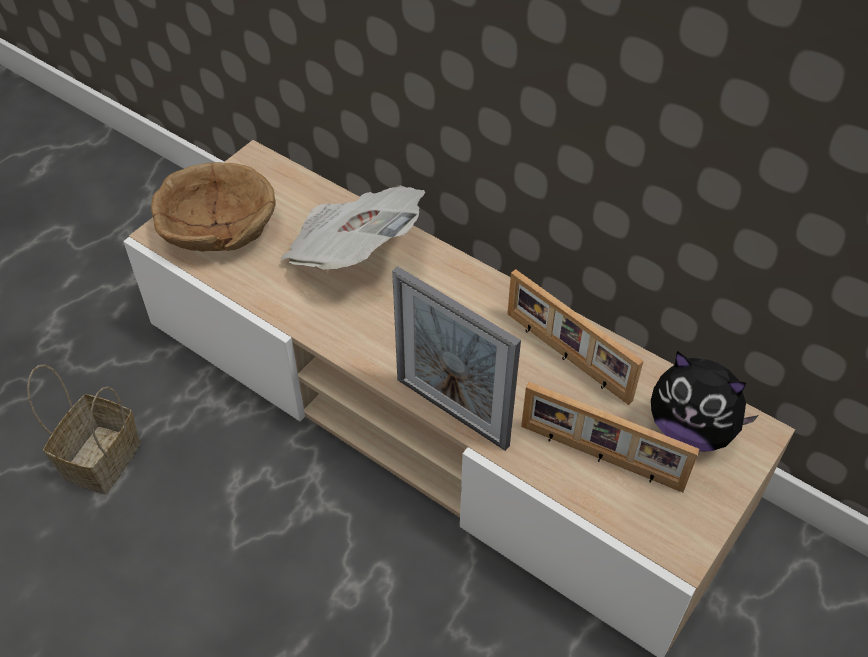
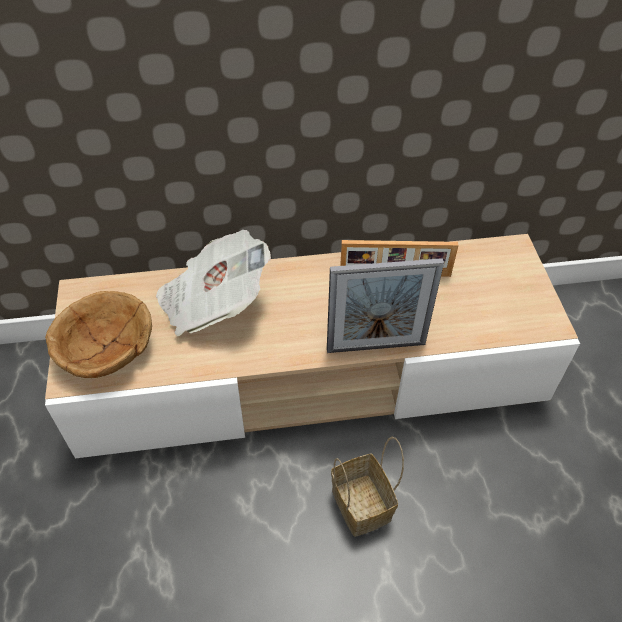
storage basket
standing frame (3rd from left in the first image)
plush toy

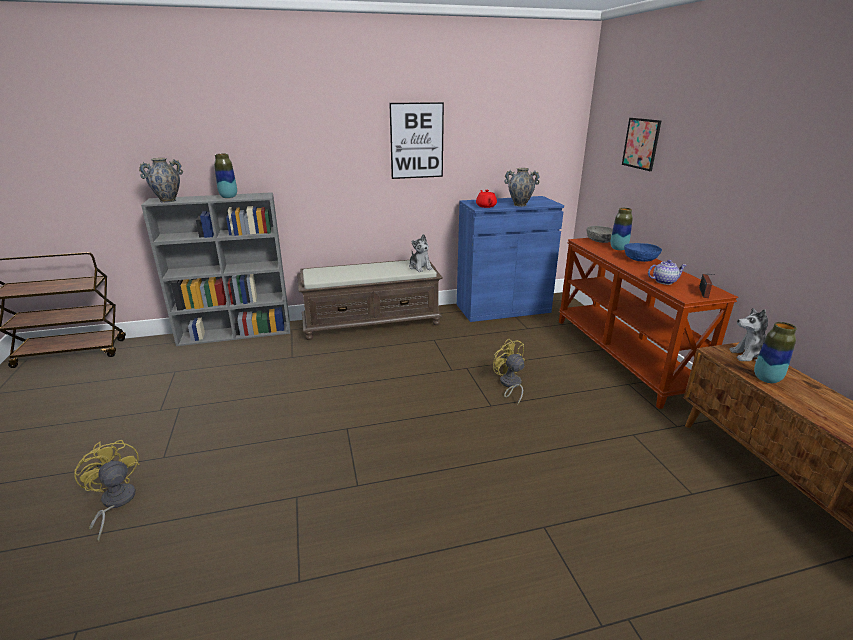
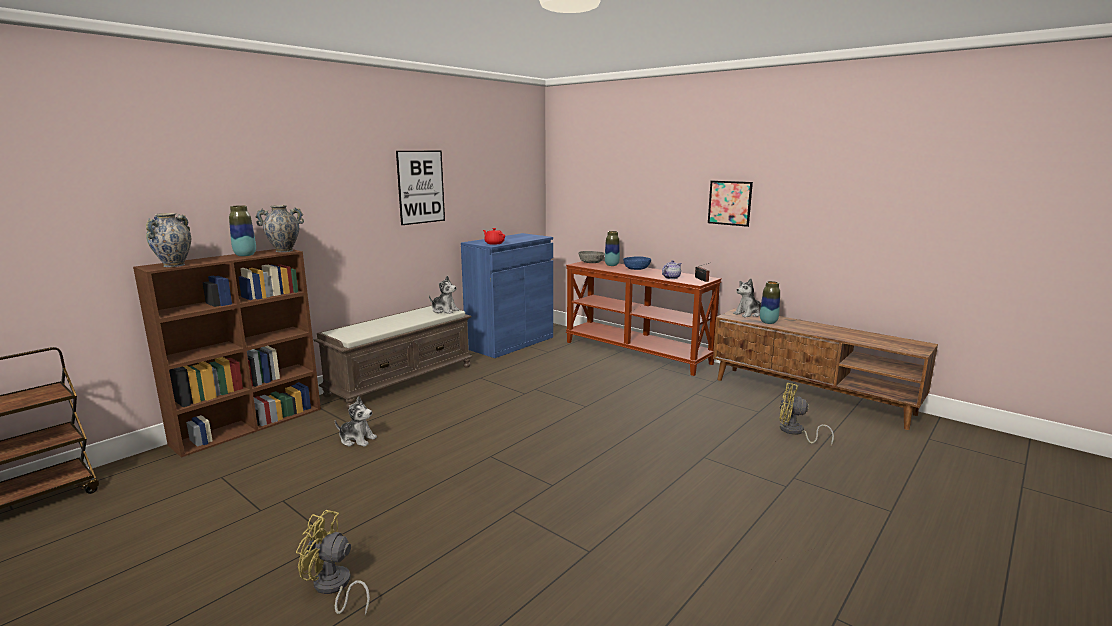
brownish shelving unit
yellow-coloured cooling fan (2nd from left)
flower vase (3rd from left)
picture (2nd from left)
plush toy (1st from left)

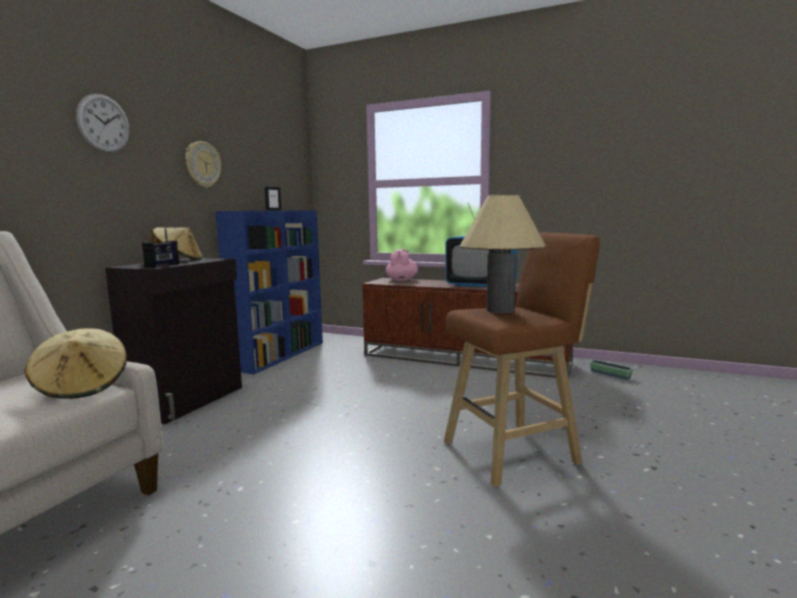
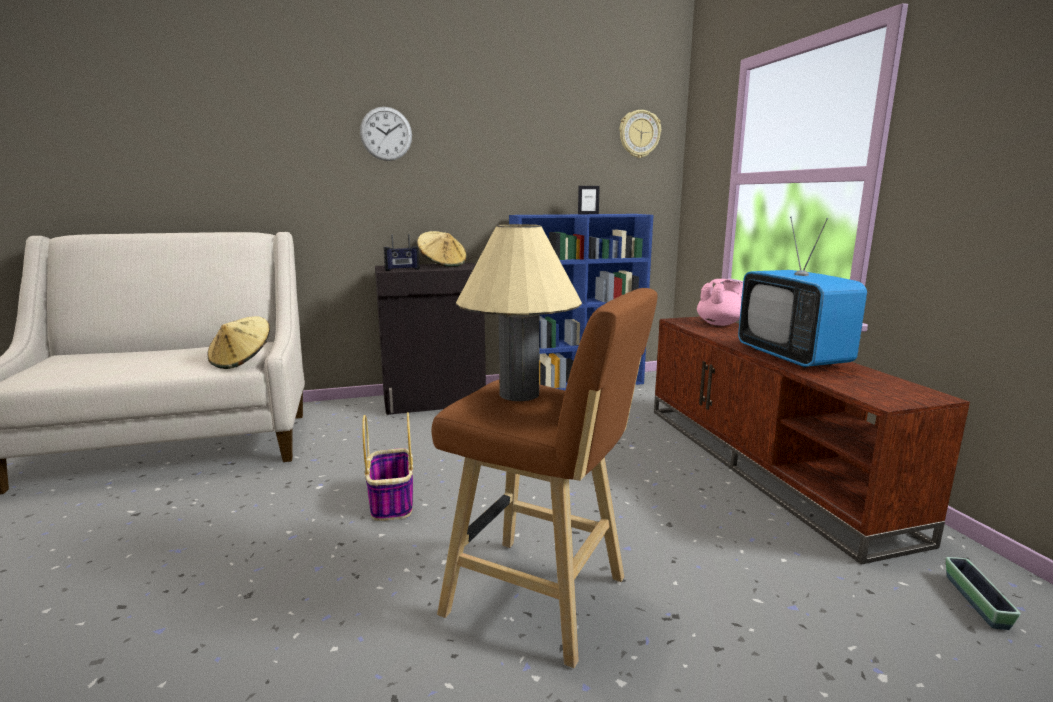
clock on the wall (2nd from left)
storage basket

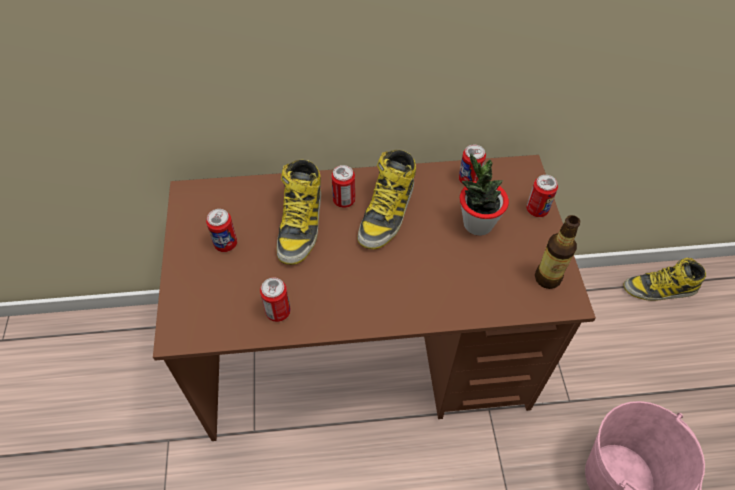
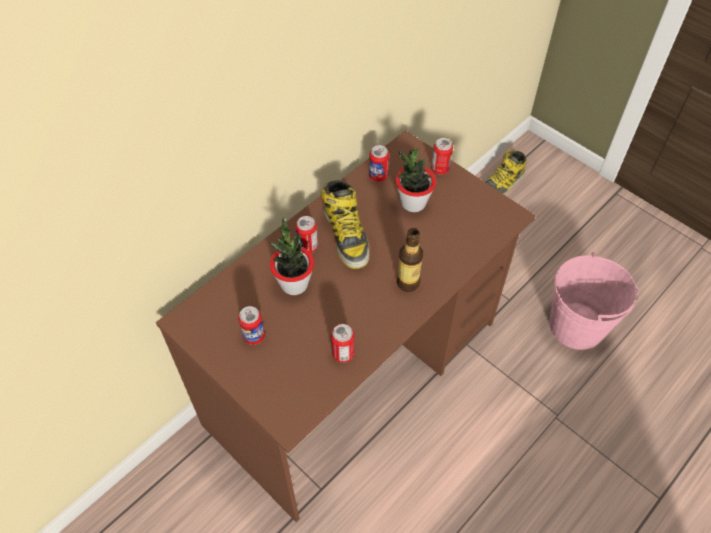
potted plant (1st from left)
bottle

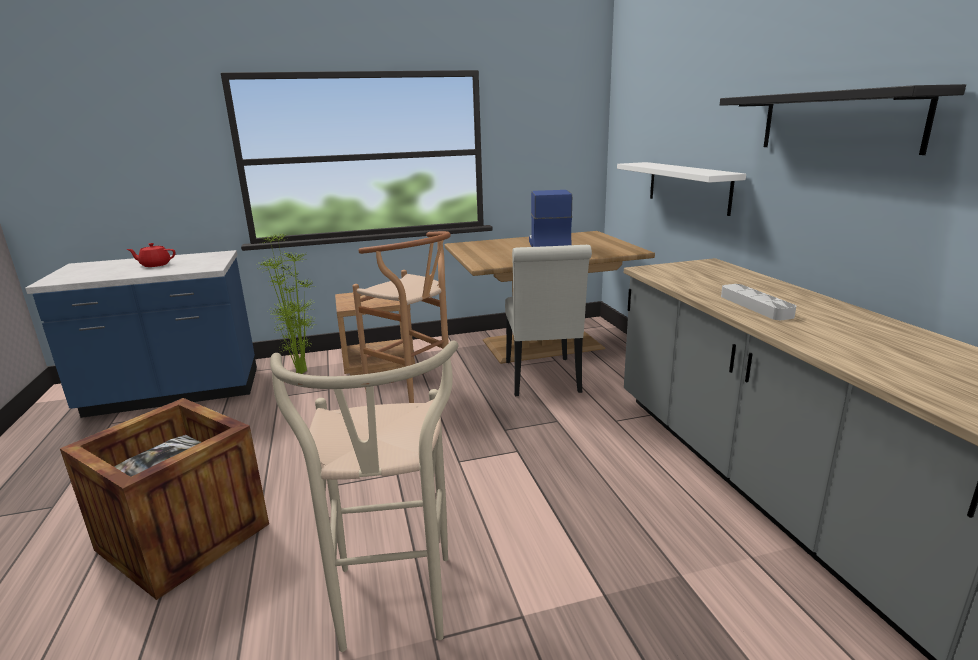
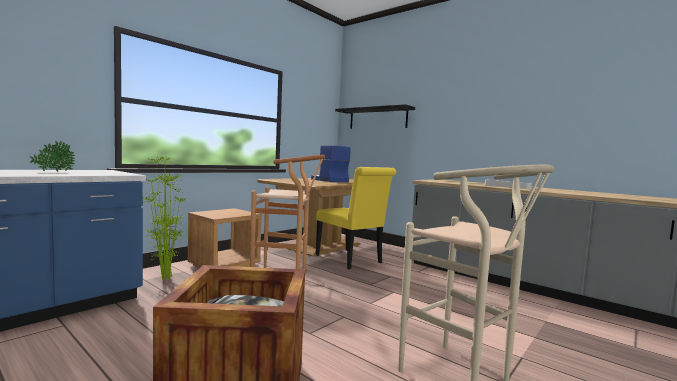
potted plant (1st from left)
yellow-coloured plain chair
whitish shelf
blackish shelf

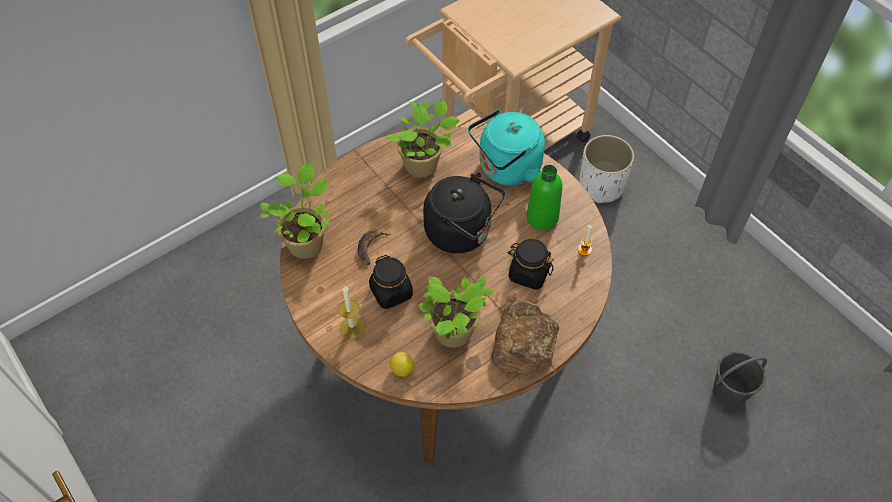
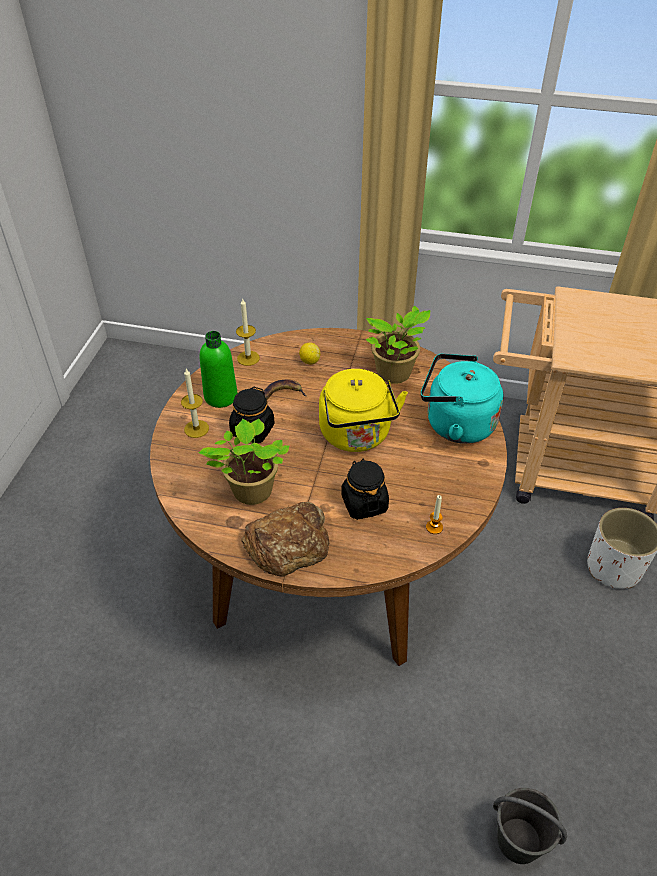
candle (2nd from left)
citrus fruit
yellow-coloured kettle
greenish bottle

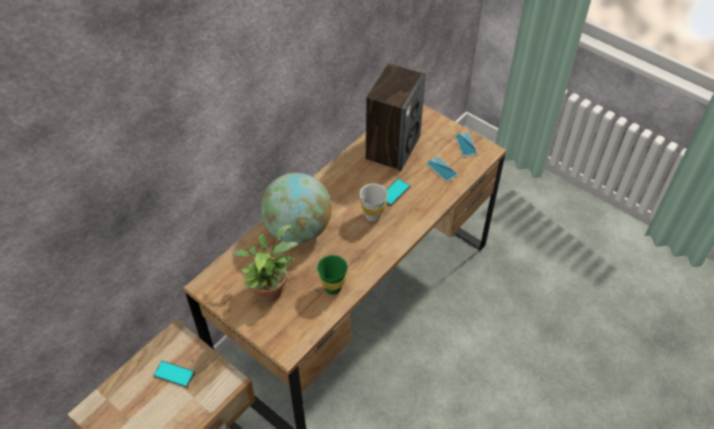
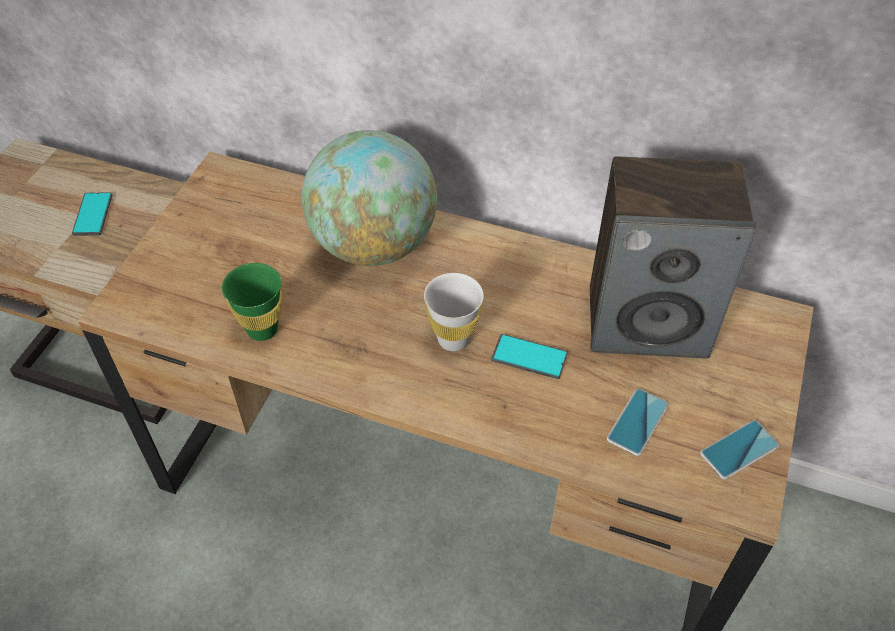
potted plant

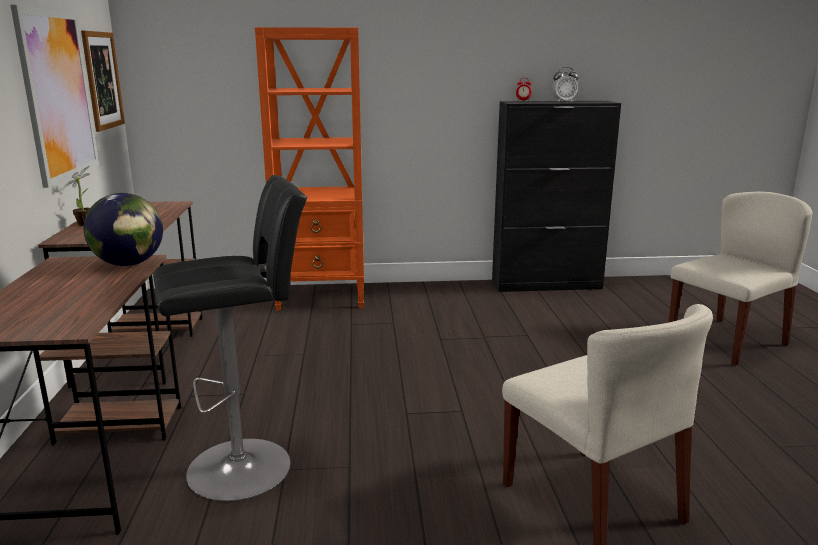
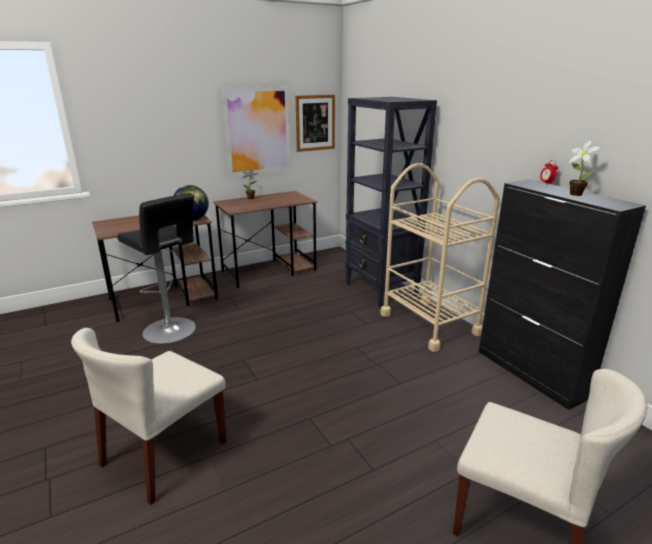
blackish shelving unit
potted plant (2nd from left)
sand-coloured cart

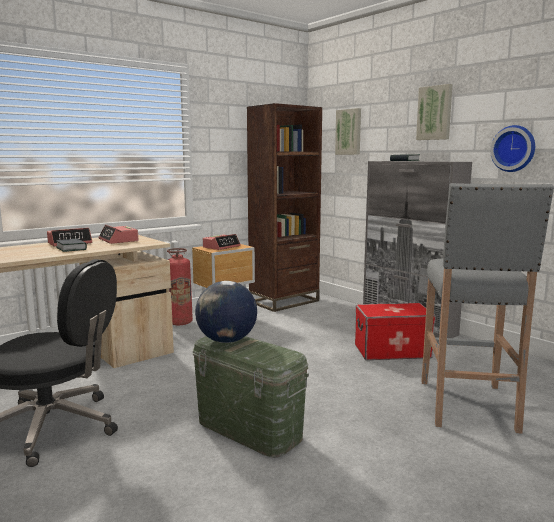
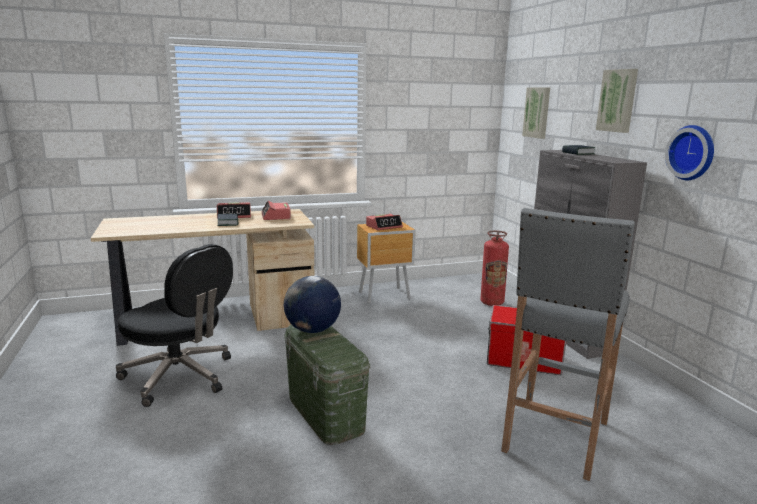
fire-fighting cylinder
brownish shelving unit

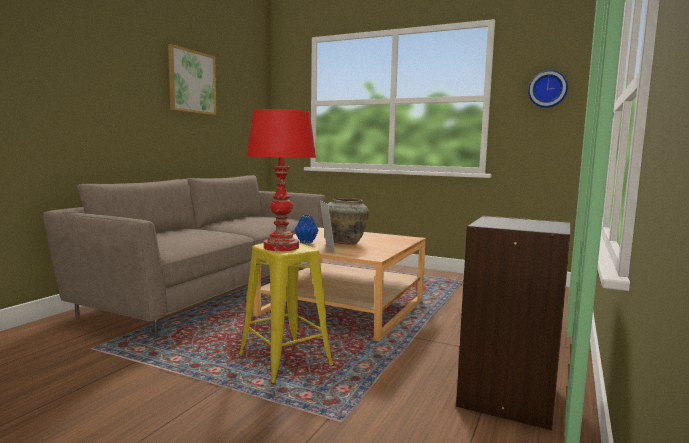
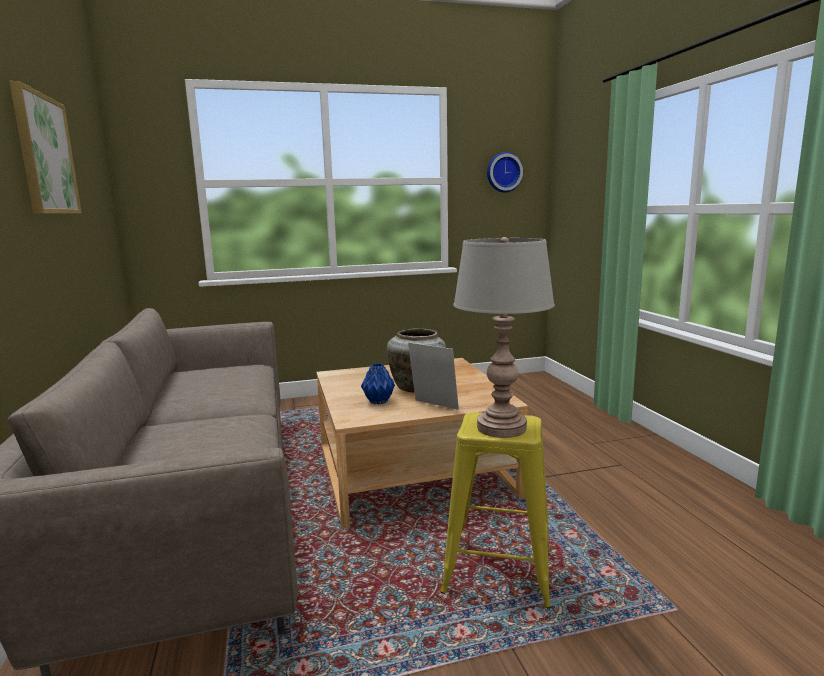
greyish lamp for a table
greyish shelving unit

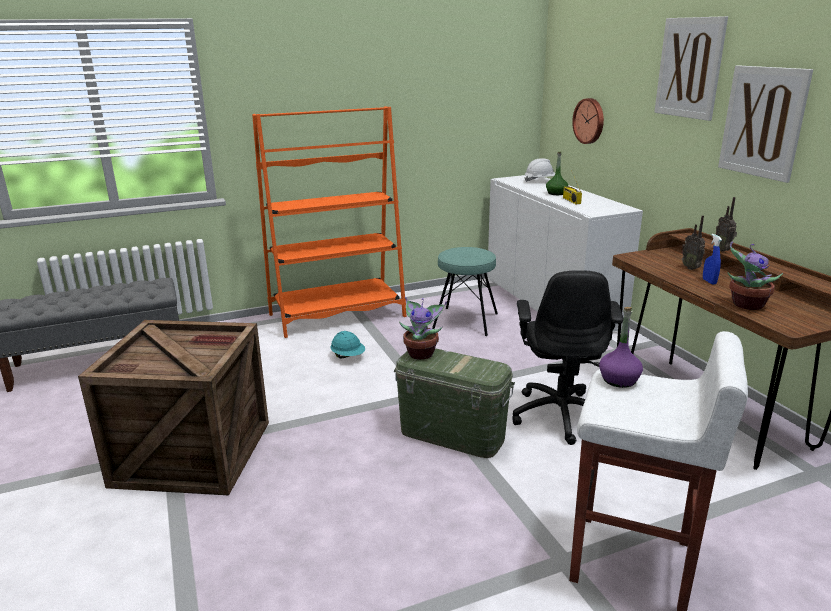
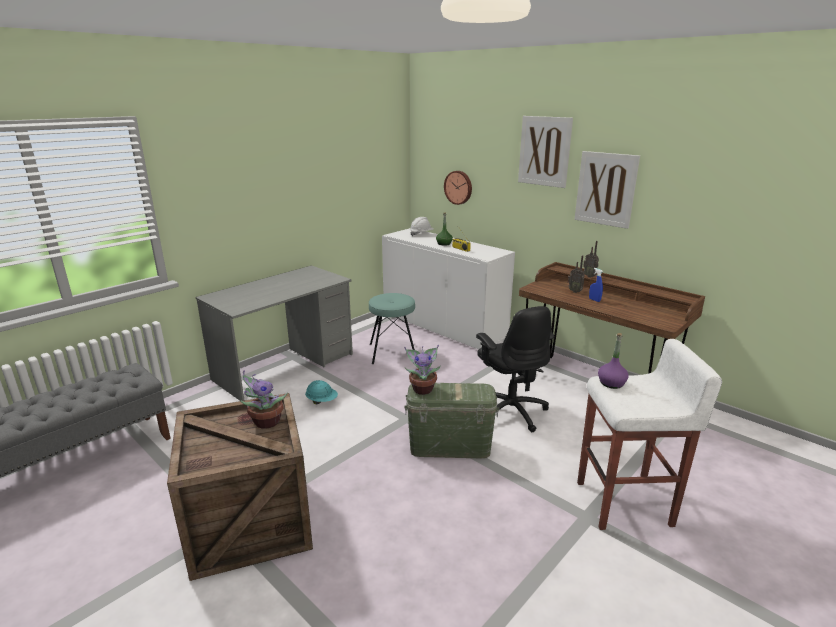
greyish desk table
potted plant (1st from left)

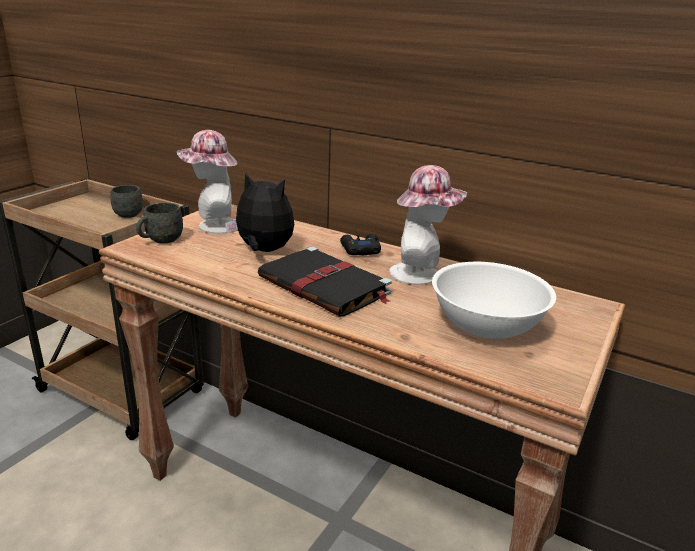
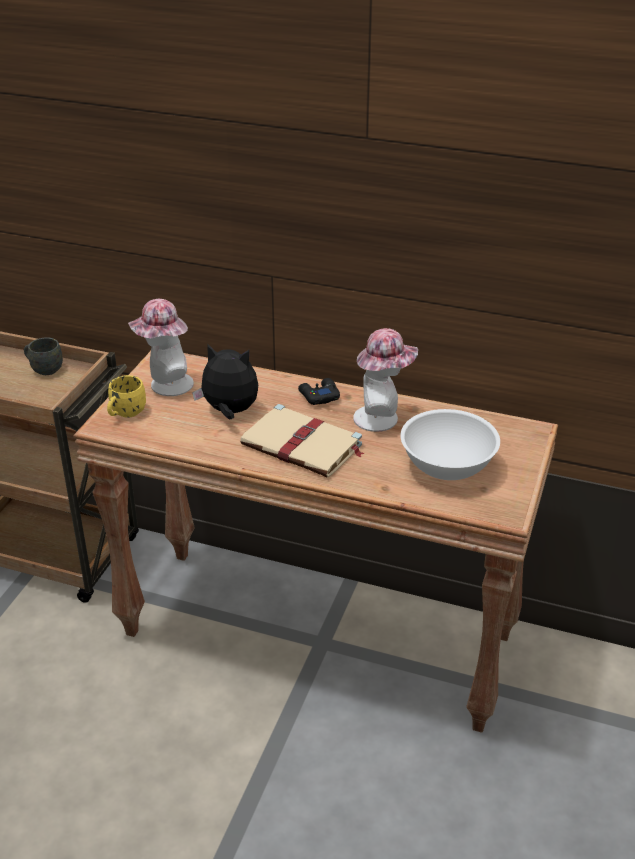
yellow-coloured mug
sand-coloured book

